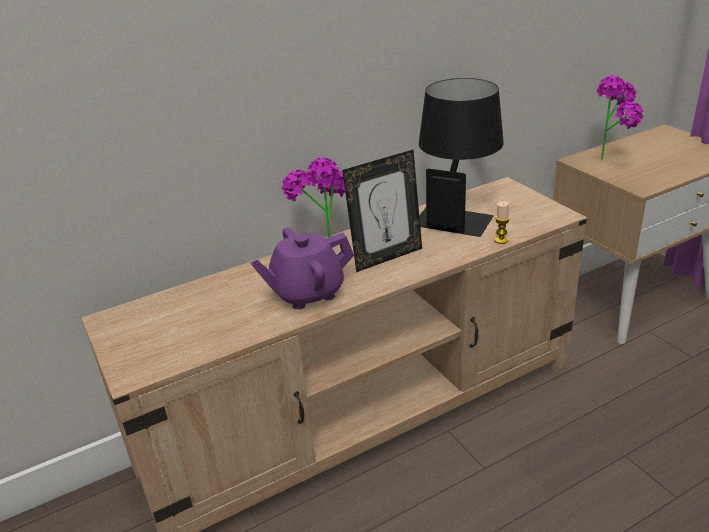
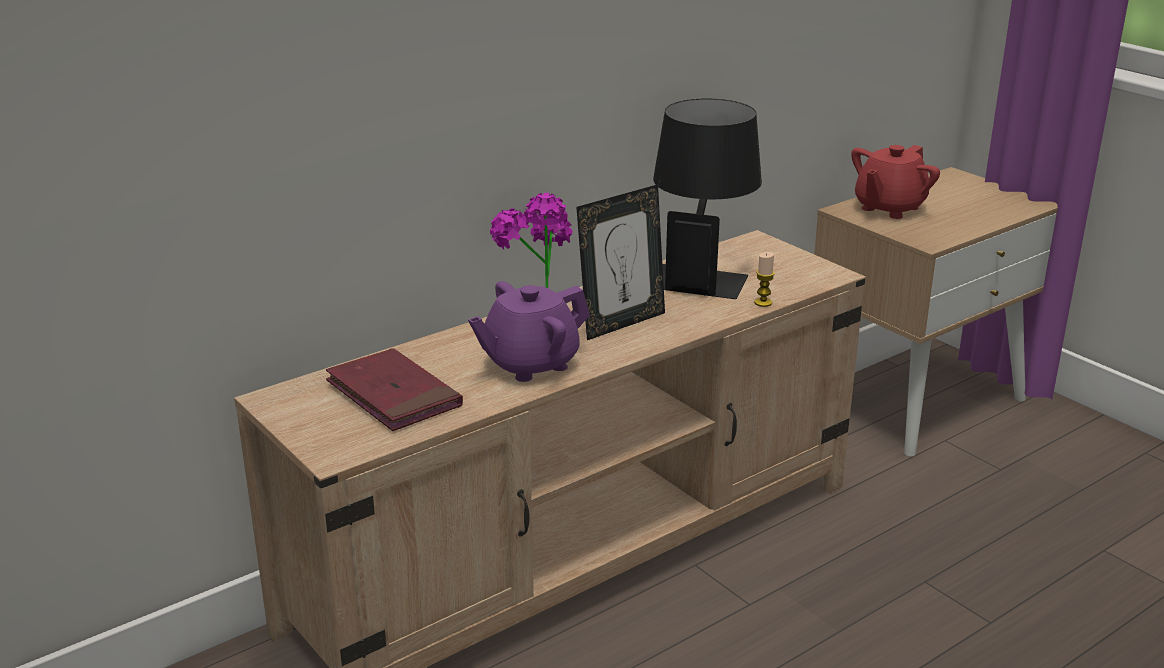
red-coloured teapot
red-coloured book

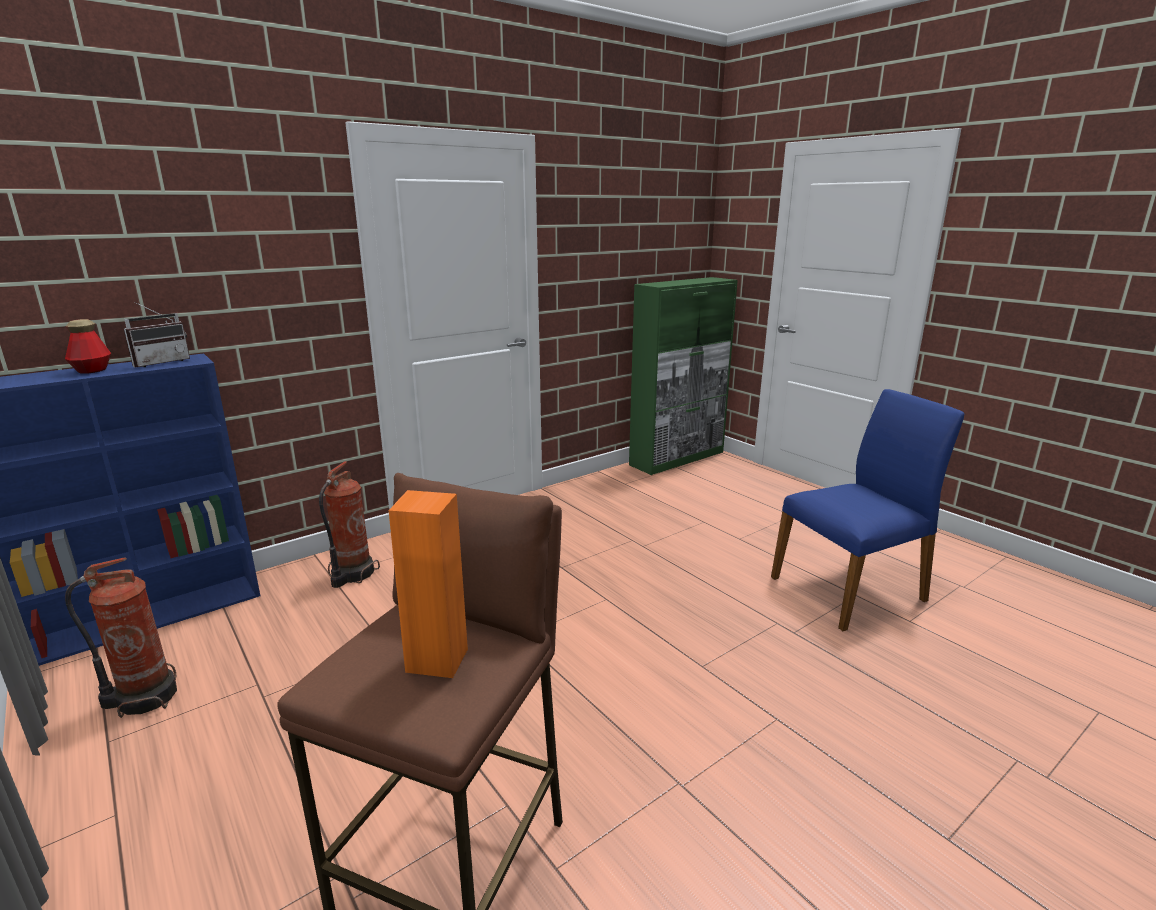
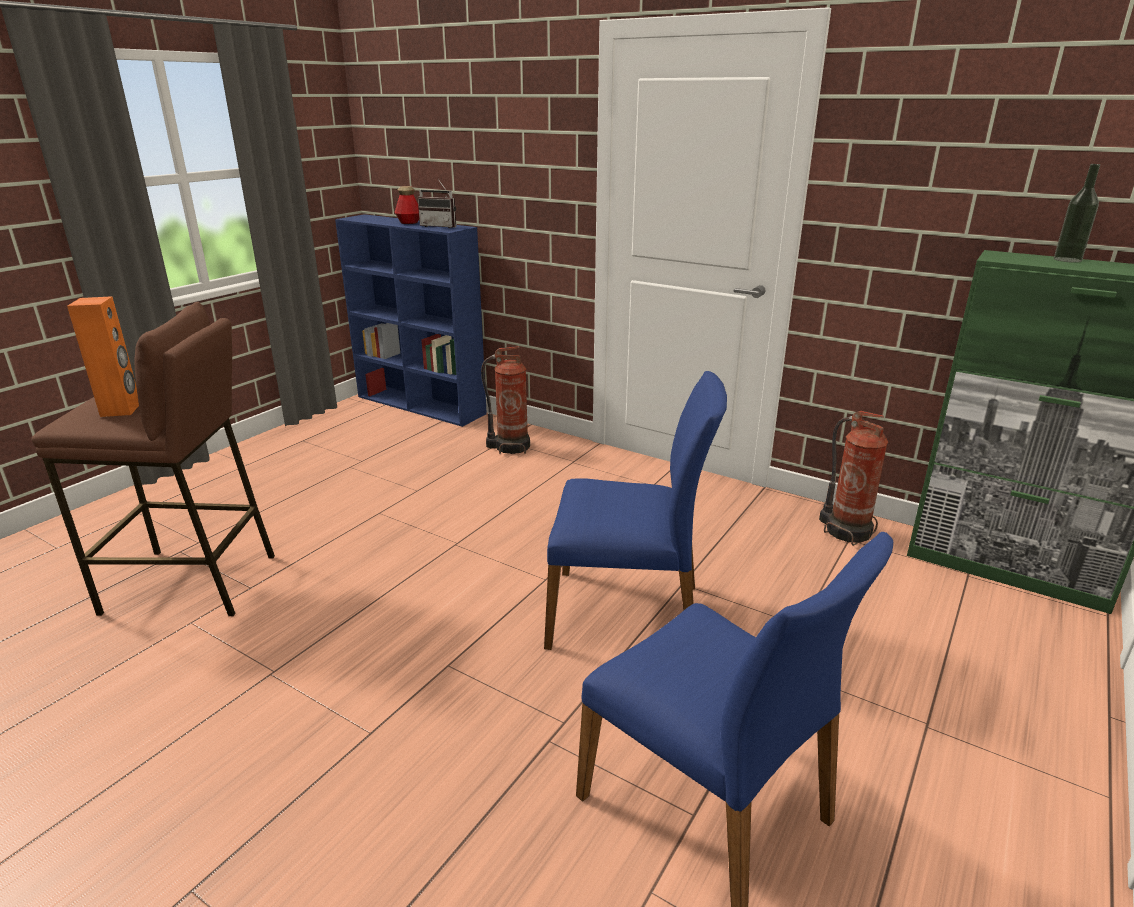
fire-fighting cylinder (2nd from left)
blue plain chair (1st from left)
bottle (2nd from left)

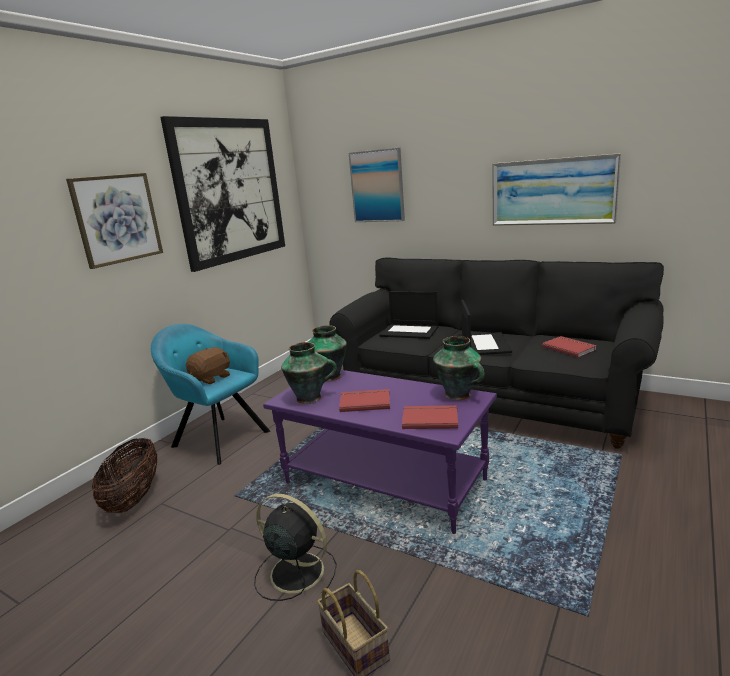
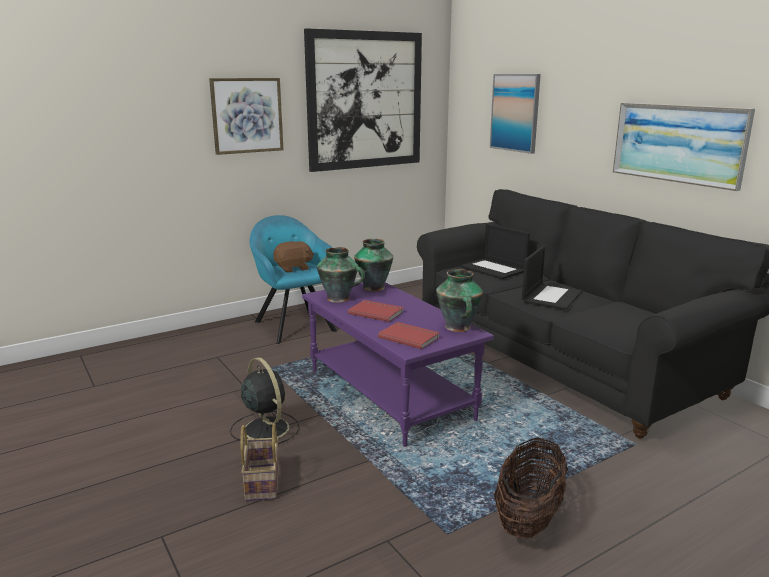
storage basket (2nd from left)
red-coloured book (3rd from left in the first image)

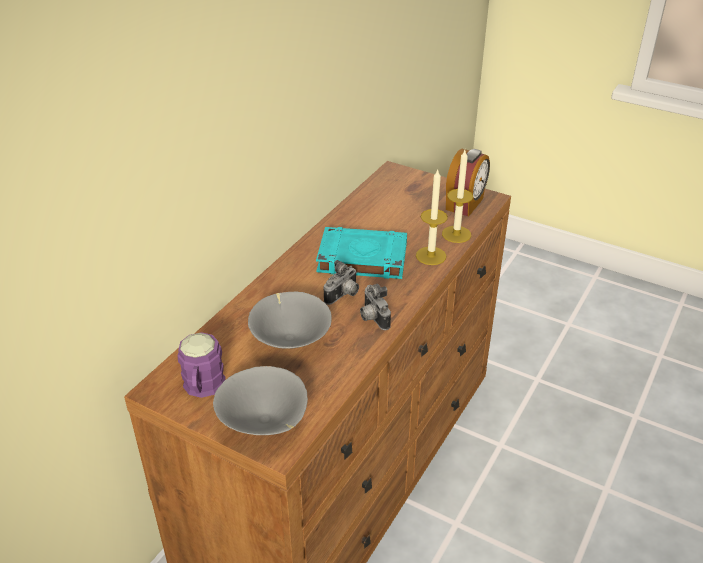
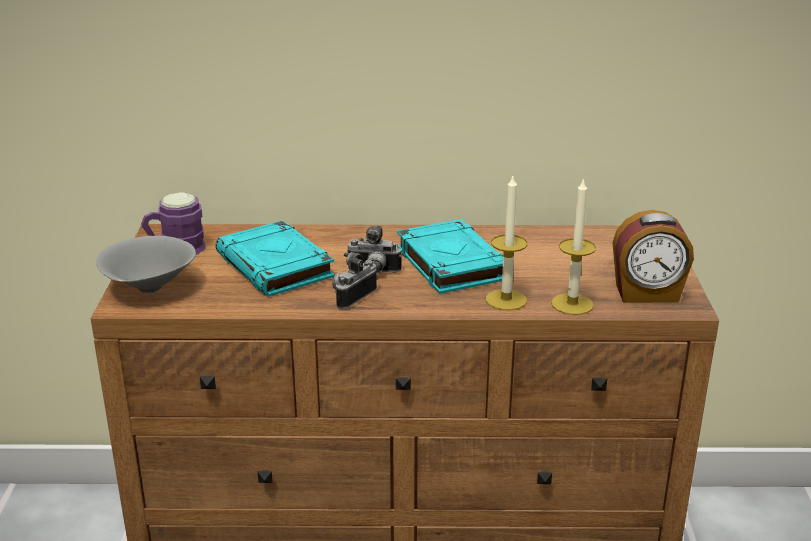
turquoise book (1st from left)

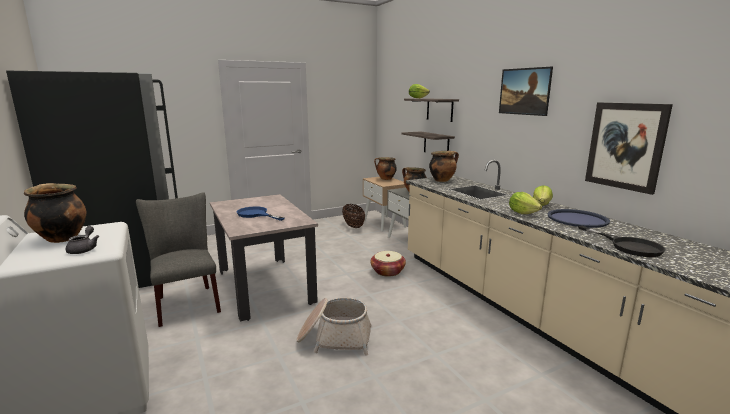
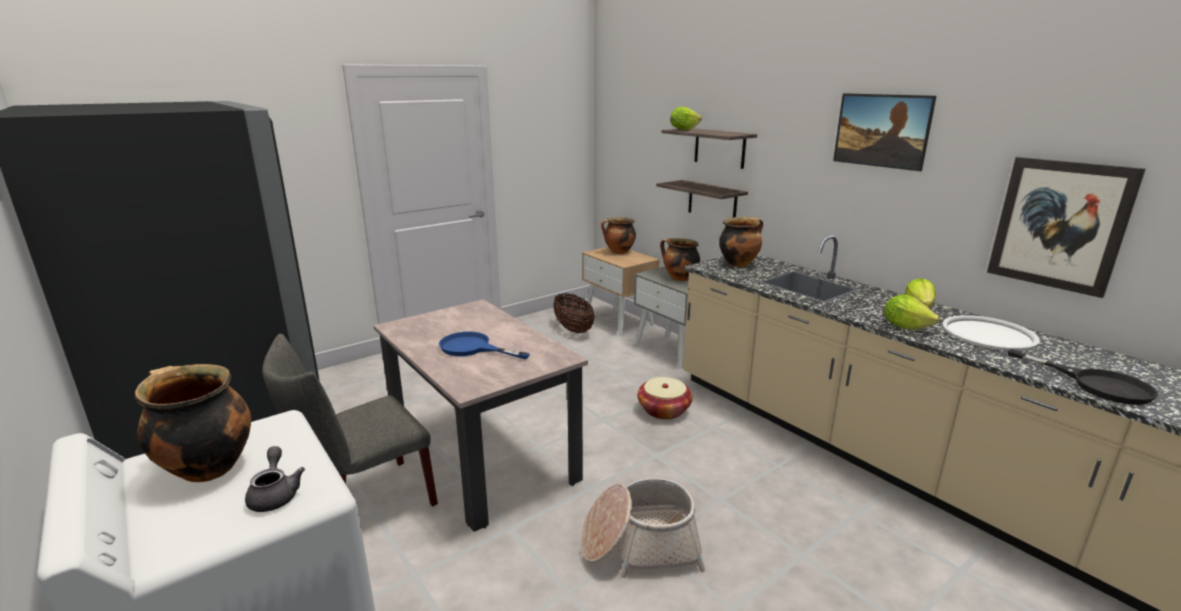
greyish plain chair
whitish serving tray

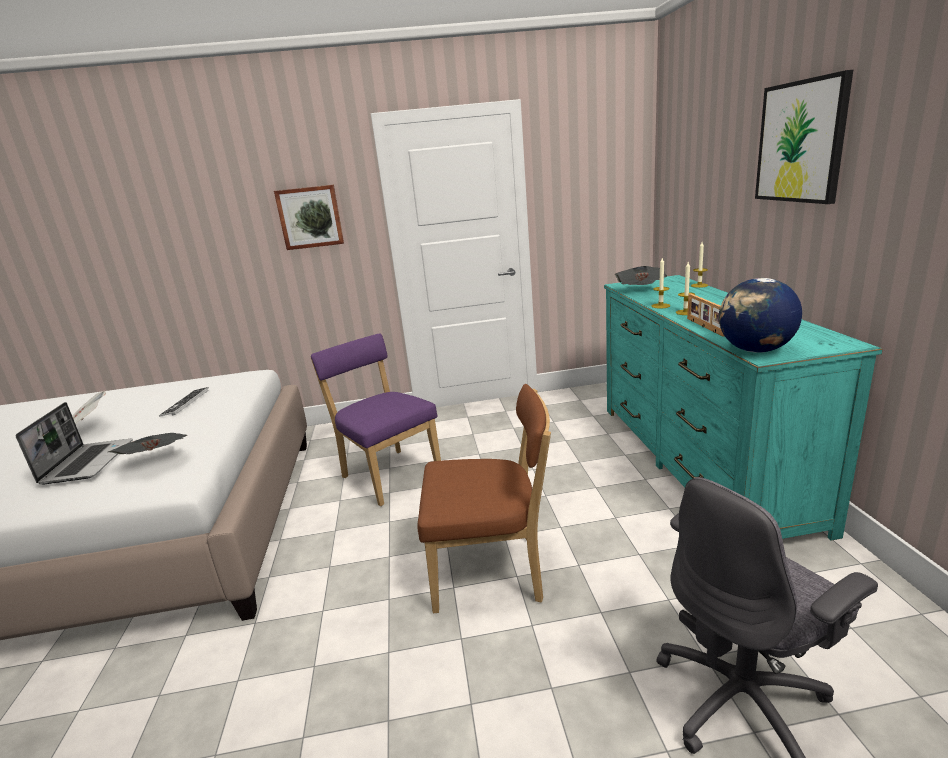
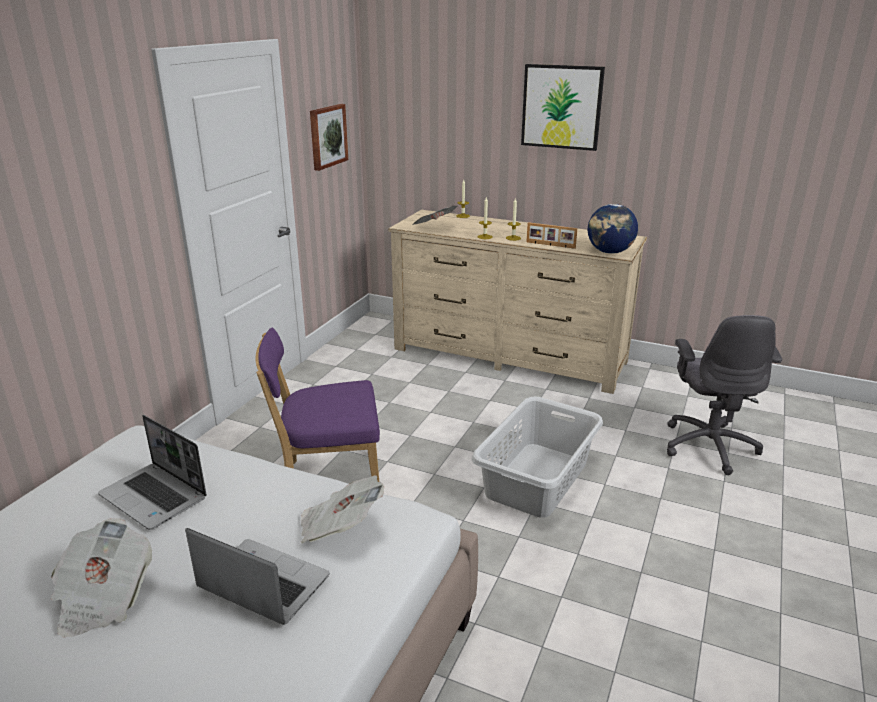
notebook computer (1st from left)
picture (1st from left)
greyish laundry basket
sand-coloured dresser

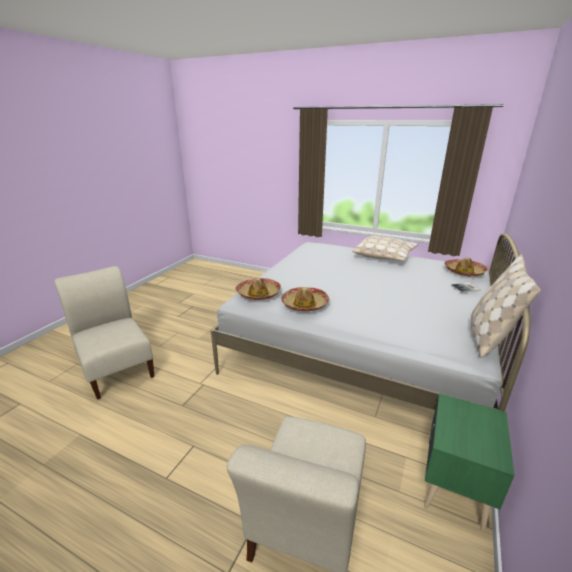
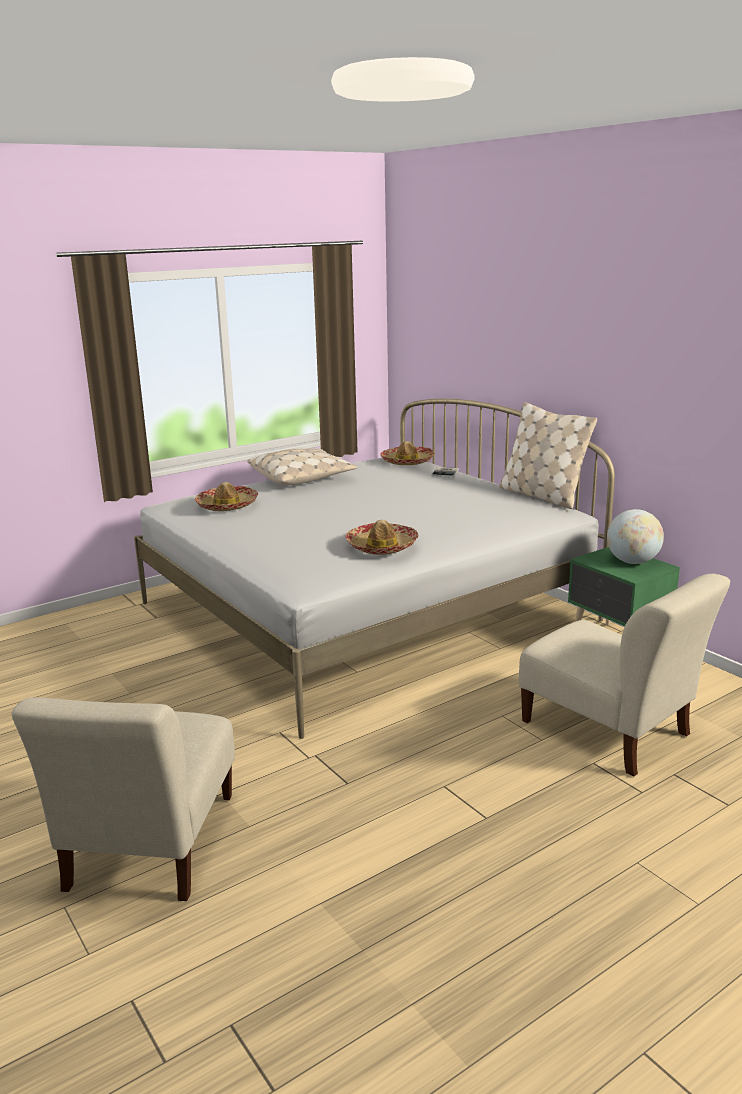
sand-coloured plain chair (1st from left)
clothing hat (1st from left)
desk globe

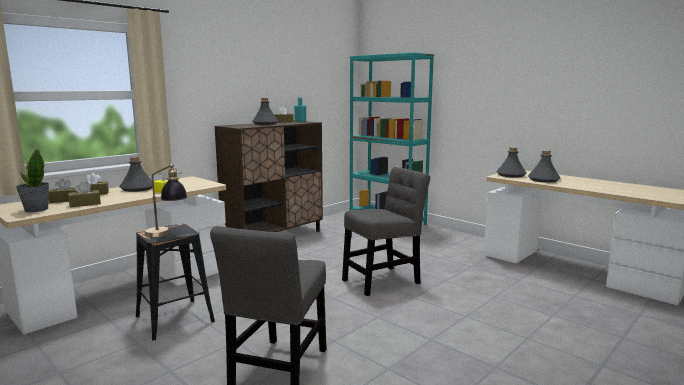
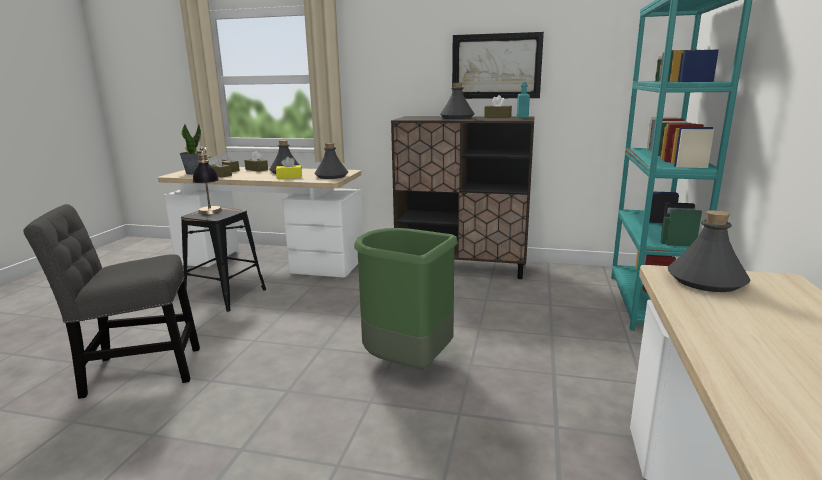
greenish trash can
greyish bottle (2nd from left)
picture

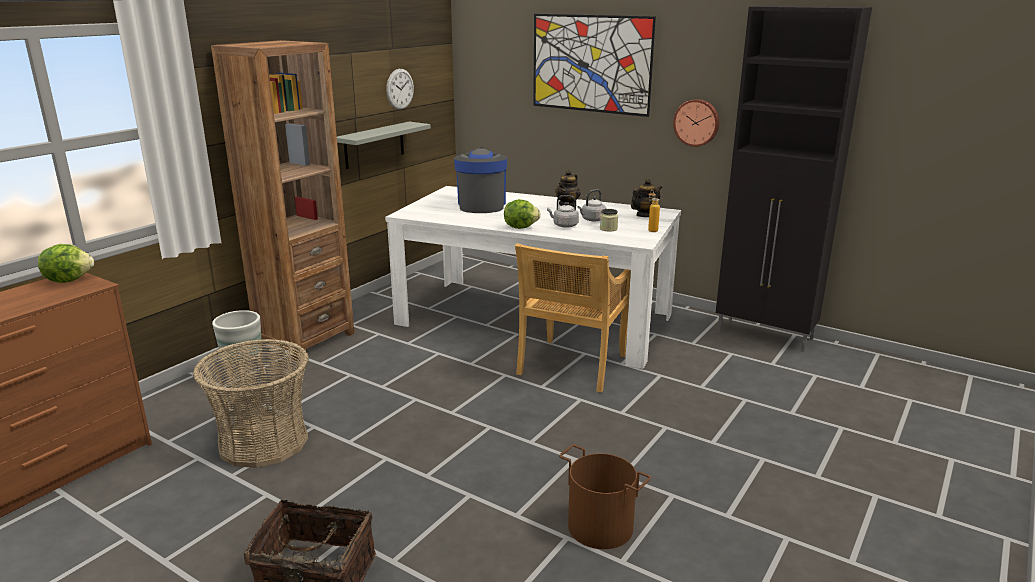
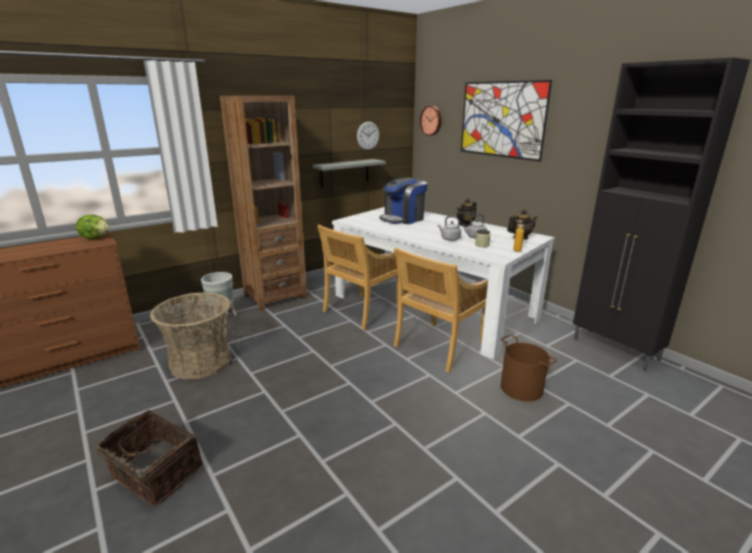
coffee machine
lettuce head (2nd from left in the first image)
brownish pail
clock on the wall (2nd from left)
sand-coloured plain chair (1st from left)

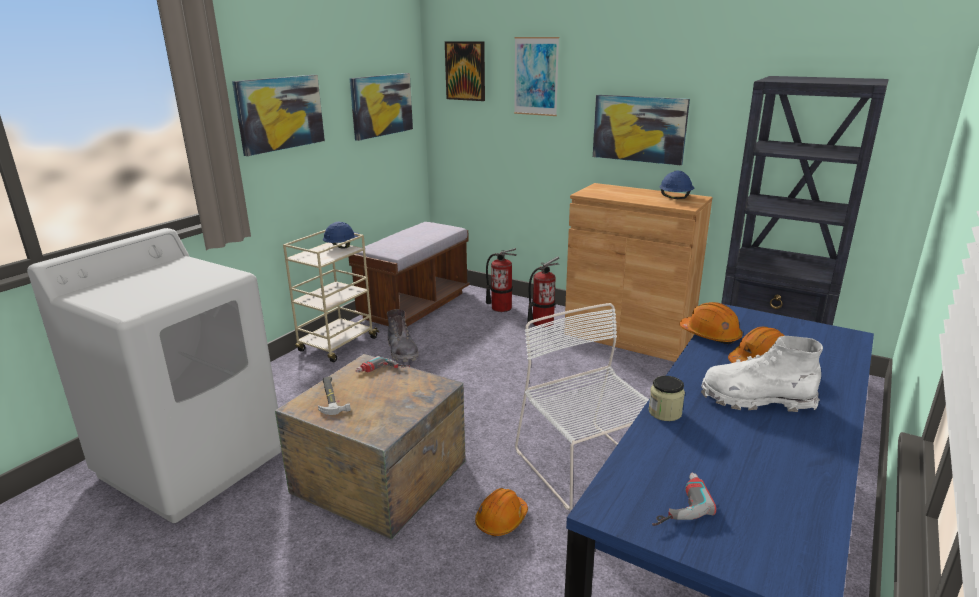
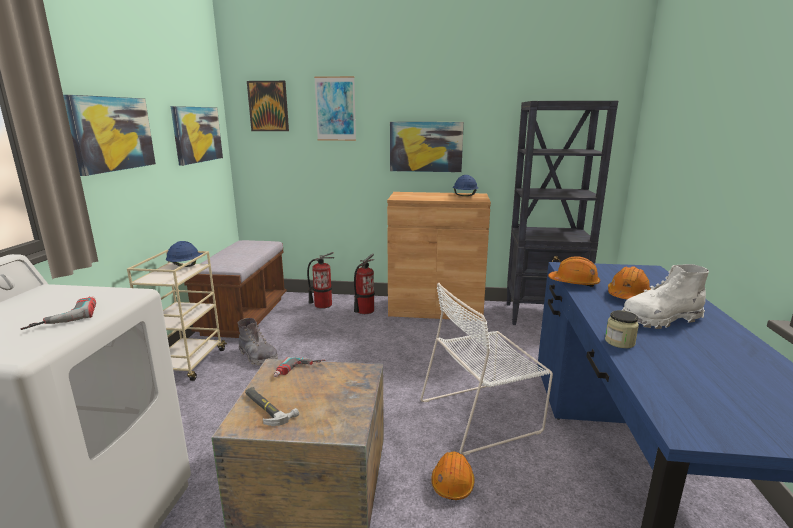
whitish plain chair
power drill (1st from left)

